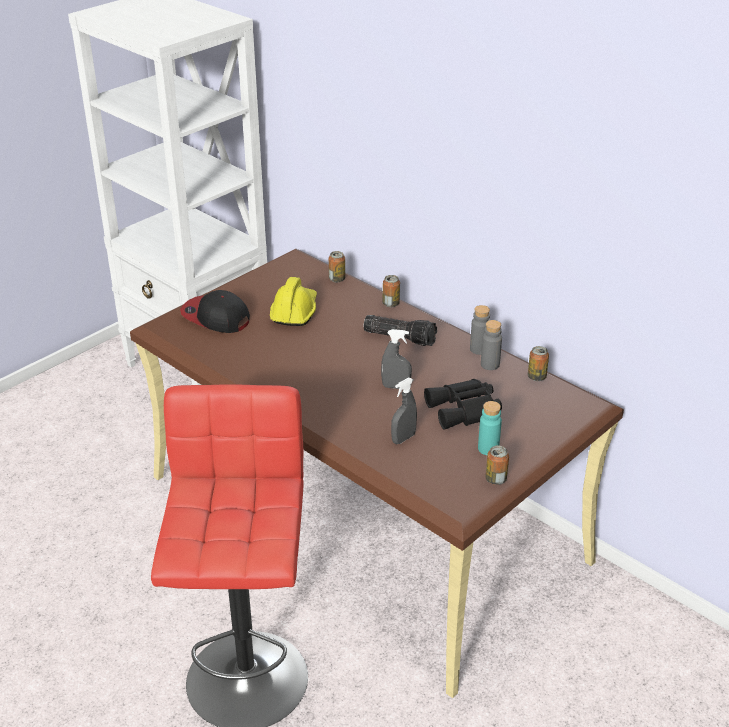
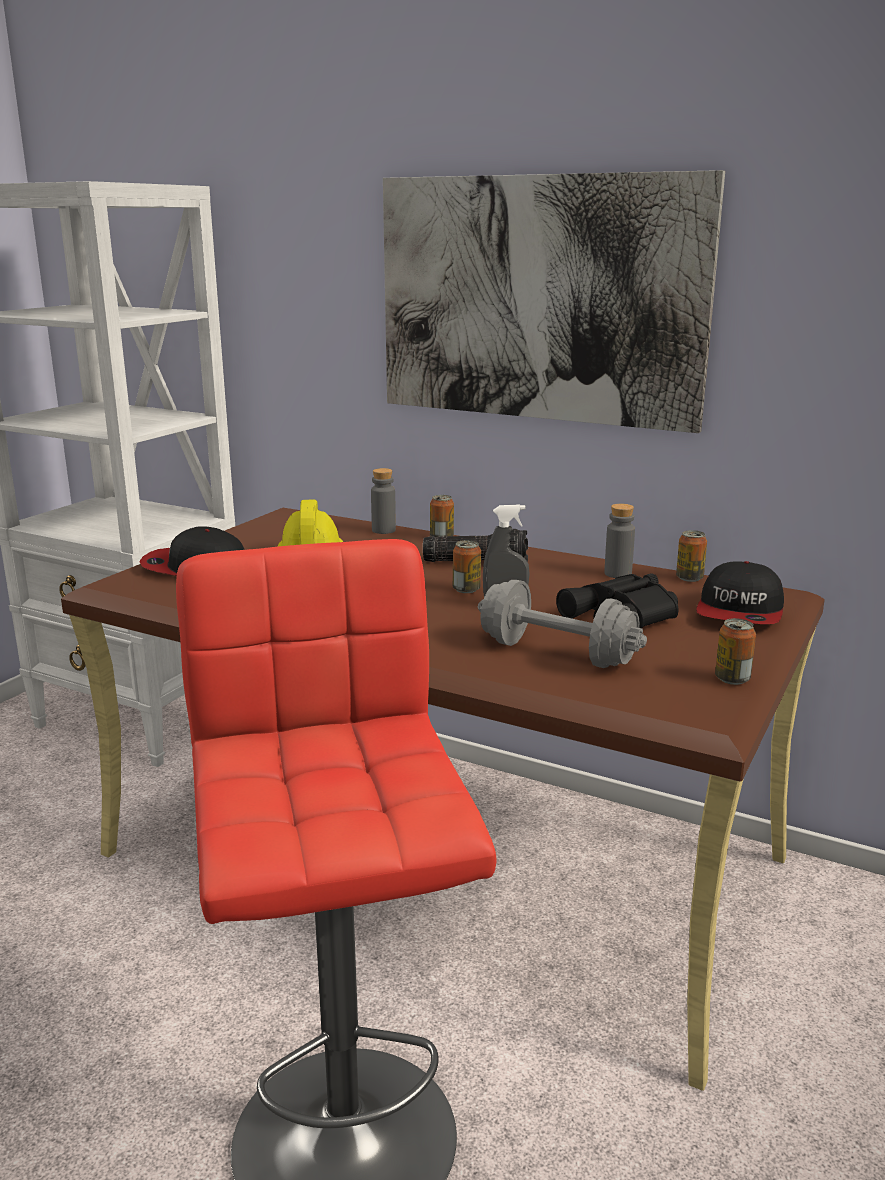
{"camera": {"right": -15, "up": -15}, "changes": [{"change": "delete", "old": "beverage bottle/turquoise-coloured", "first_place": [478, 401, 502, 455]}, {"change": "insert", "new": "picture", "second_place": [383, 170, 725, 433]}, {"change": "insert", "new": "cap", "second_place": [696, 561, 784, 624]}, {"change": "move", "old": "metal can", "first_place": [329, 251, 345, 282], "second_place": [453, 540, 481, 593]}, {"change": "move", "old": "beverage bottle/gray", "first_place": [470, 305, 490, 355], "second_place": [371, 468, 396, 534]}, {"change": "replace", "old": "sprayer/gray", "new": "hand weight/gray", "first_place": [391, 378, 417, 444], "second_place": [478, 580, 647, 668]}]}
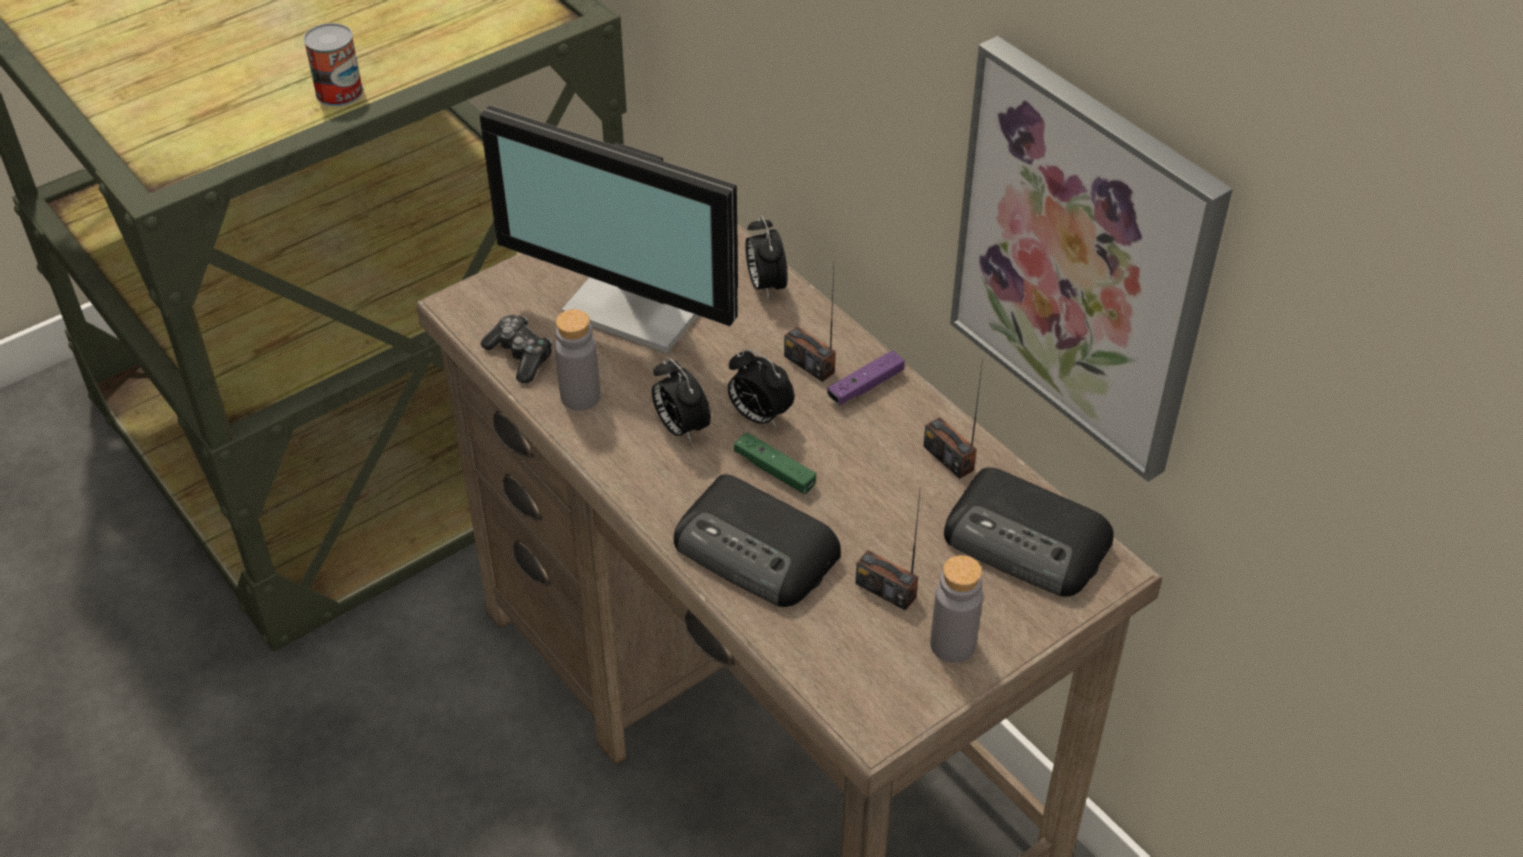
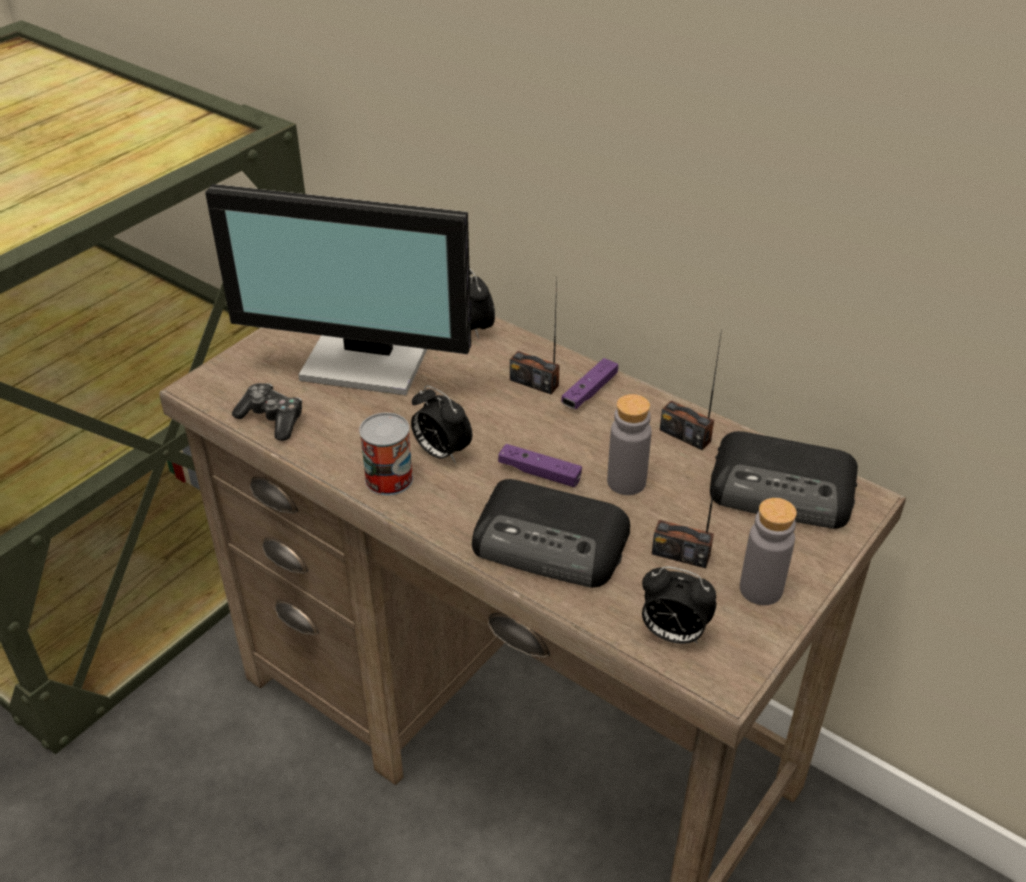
{"camera": {"right": -15, "up": -5}, "changes": [{"change": "delete", "old": "picture", "first_place": [950, 36, 1233, 482]}, {"change": "move", "old": "metal can", "first_place": [303, 23, 363, 107], "second_place": [359, 413, 413, 496]}, {"change": "move", "old": "beverage bottle/gray", "first_place": [555, 309, 601, 411], "second_place": [607, 394, 652, 495]}, {"change": "move", "old": "bedside clock", "first_place": [728, 349, 795, 428], "second_place": [642, 566, 716, 644]}, {"change": "recolor", "old": "game controller/green-coloured", "new": "game controller/purple-coloured", "first_place": [734, 433, 816, 494], "second_place": [498, 444, 582, 487]}]}
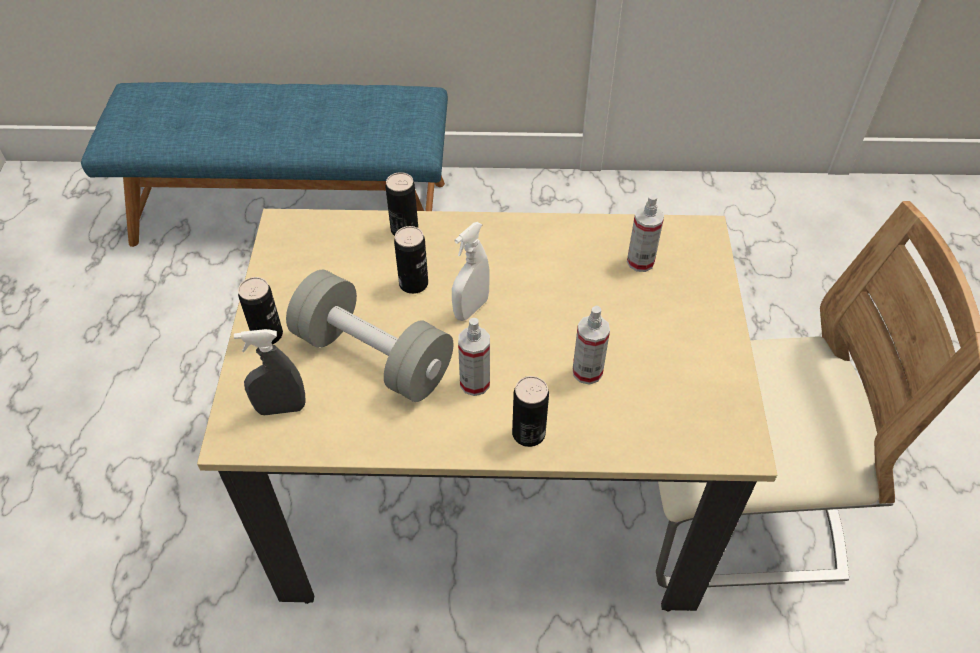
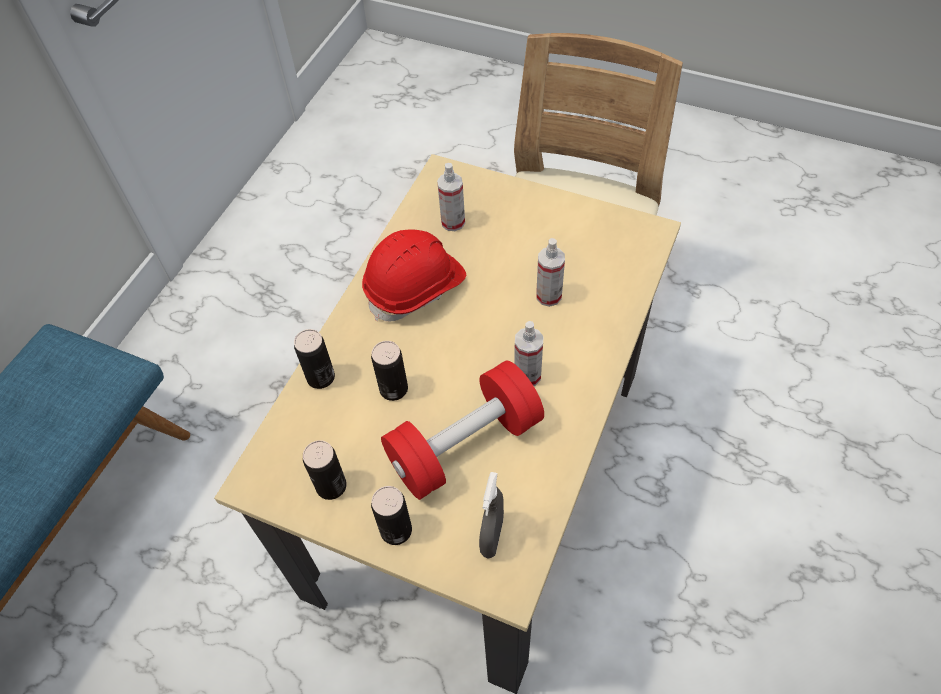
{"camera": {"right": -65, "up": 5}, "changes": [{"change": "delete", "old": "sprayer/white", "first_place": [452, 222, 490, 321]}, {"change": "insert", "new": "work helmet/red", "second_place": [362, 230, 466, 322]}, {"change": "move", "old": "metal can", "first_place": [512, 376, 549, 447], "second_place": [303, 440, 347, 500]}, {"change": "recolor", "old": "hand weight/gray", "new": "hand weight/red", "first_place": [286, 270, 453, 402], "second_place": [381, 361, 544, 500]}]}
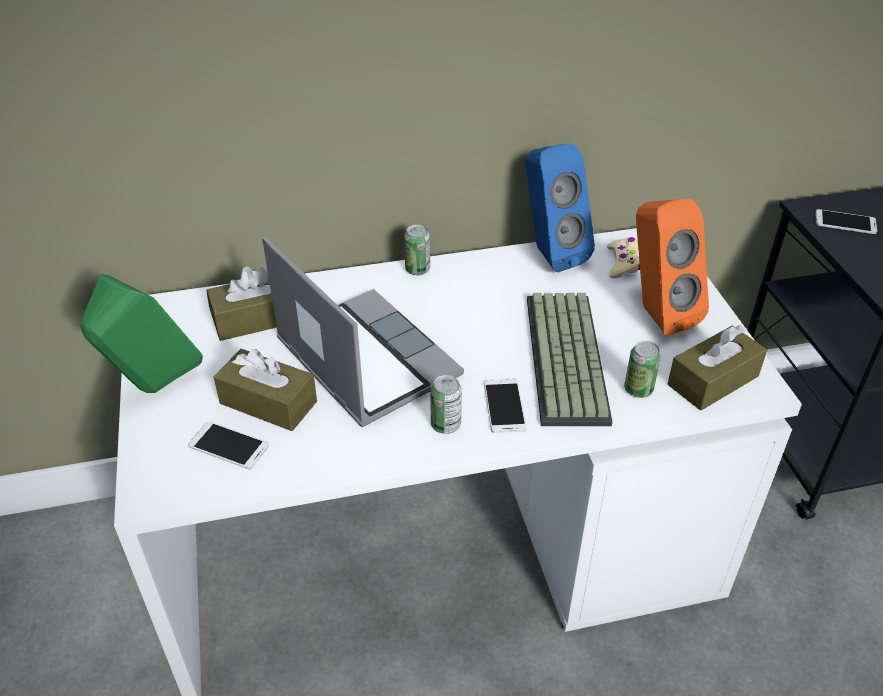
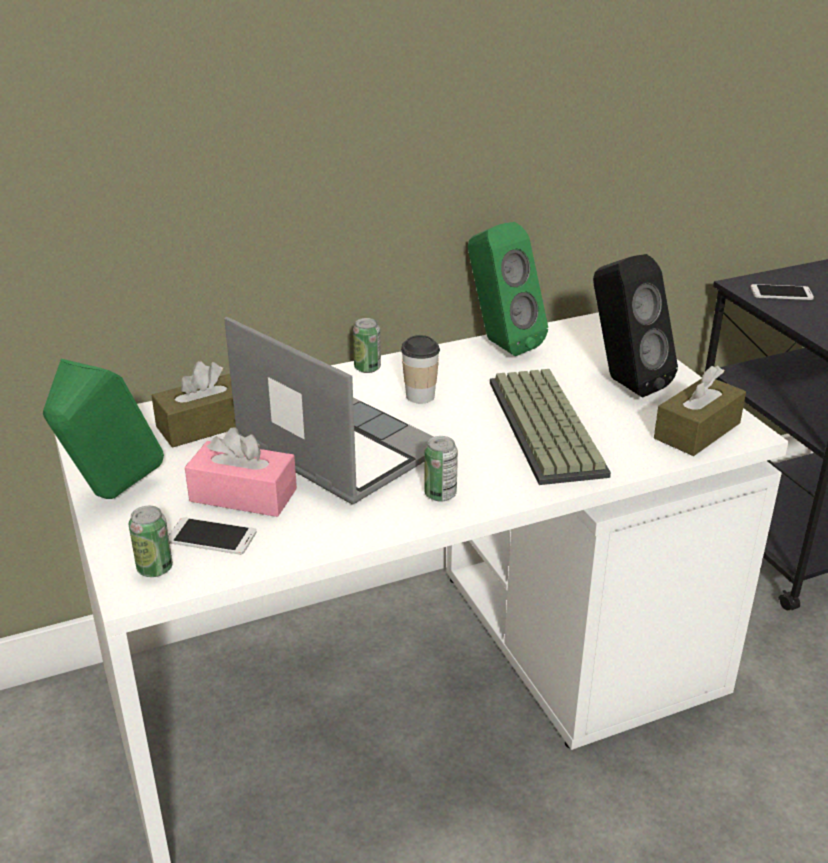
{"camera": {"right": -10, "up": -10}, "changes": [{"change": "delete", "old": "phone", "first_place": [484, 379, 527, 433]}, {"change": "delete", "old": "game controller/beige", "first_place": [607, 237, 640, 278]}, {"change": "insert", "new": "cup", "second_place": [401, 335, 440, 404]}, {"change": "move", "old": "metal can", "first_place": [624, 341, 661, 398], "second_place": [129, 506, 173, 577]}, {"change": "recolor", "old": "tissue box/brown-coloured", "new": "tissue box/pink-coloured", "first_place": [213, 349, 317, 431], "second_place": [185, 427, 297, 517]}, {"change": "recolor", "old": "audio speaker/blue-coloured", "new": "audio speaker/green-coloured", "first_place": [525, 143, 595, 272], "second_place": [468, 222, 548, 356]}, {"change": "recolor", "old": "audio speaker/orange-coloured", "new": "audio speaker/black-coloured", "first_place": [636, 198, 709, 336], "second_place": [593, 254, 678, 398]}]}
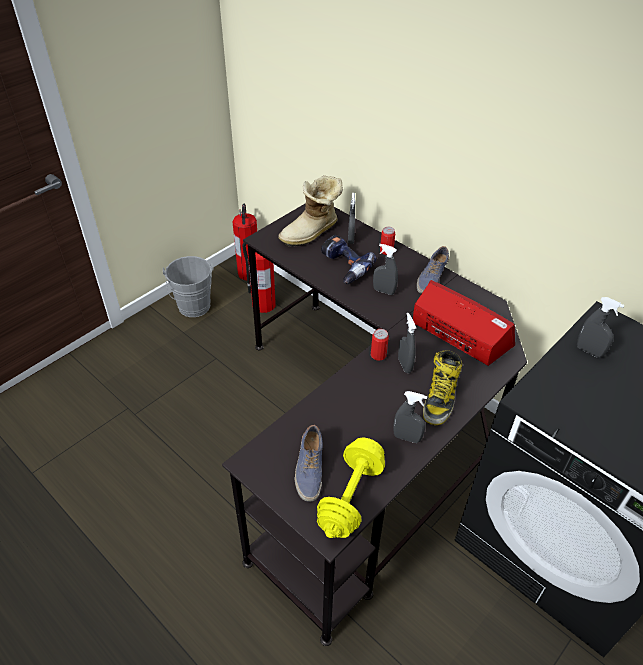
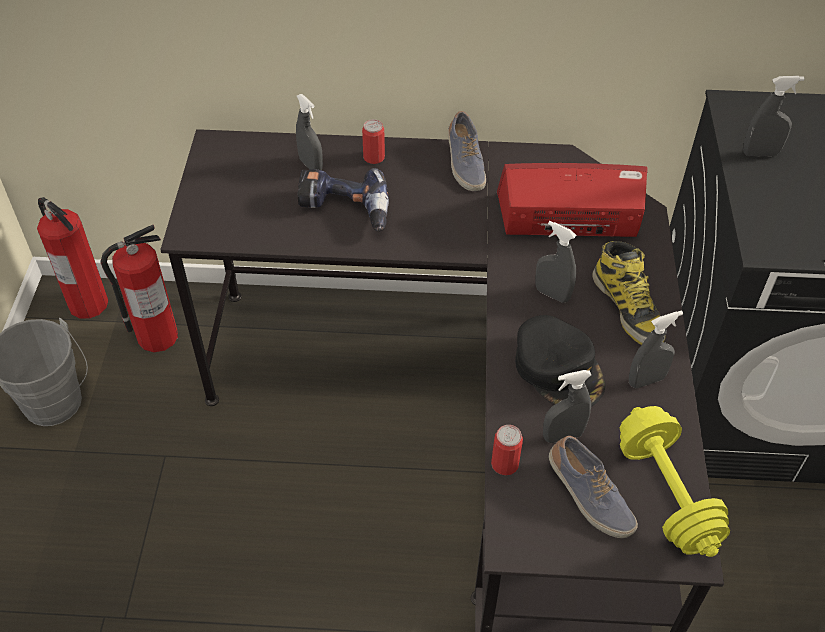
{"camera": {"right": -40, "up": 5}, "changes": [{"change": "delete", "old": "high-top boot", "first_place": [278, 175, 343, 247]}, {"change": "insert", "new": "cap/black-coloured", "second_place": [515, 315, 605, 407]}, {"change": "move", "old": "metal can", "first_place": [371, 329, 389, 361], "second_place": [491, 425, 523, 475]}, {"change": "move", "old": "sprayer/gray", "first_place": [373, 244, 398, 295], "second_place": [543, 370, 591, 443]}]}
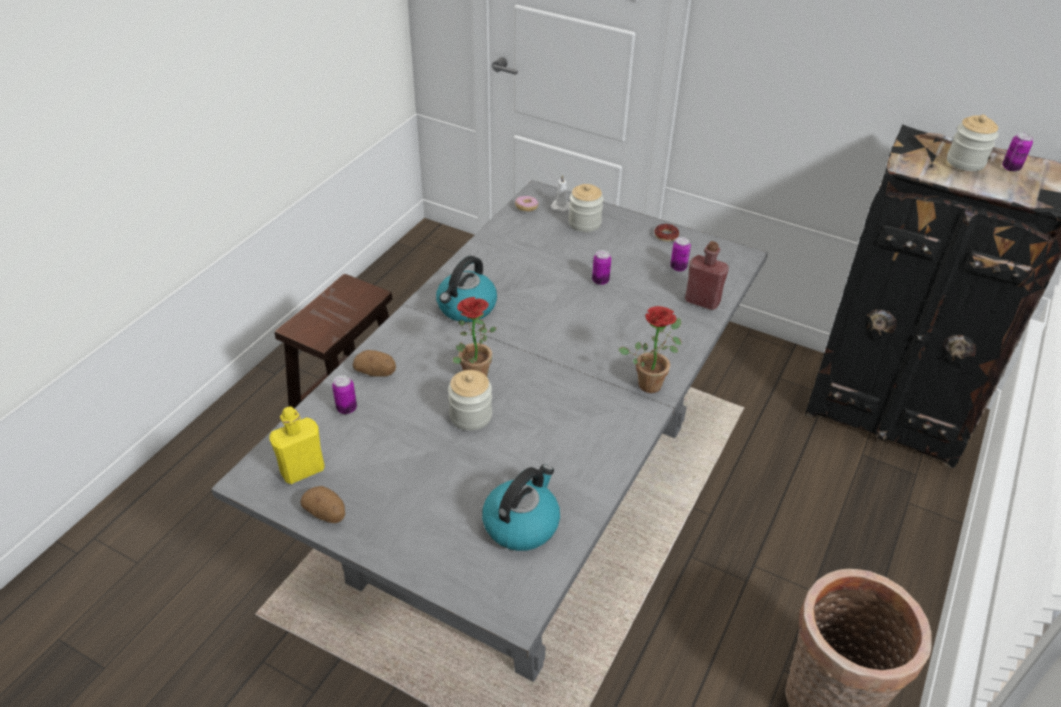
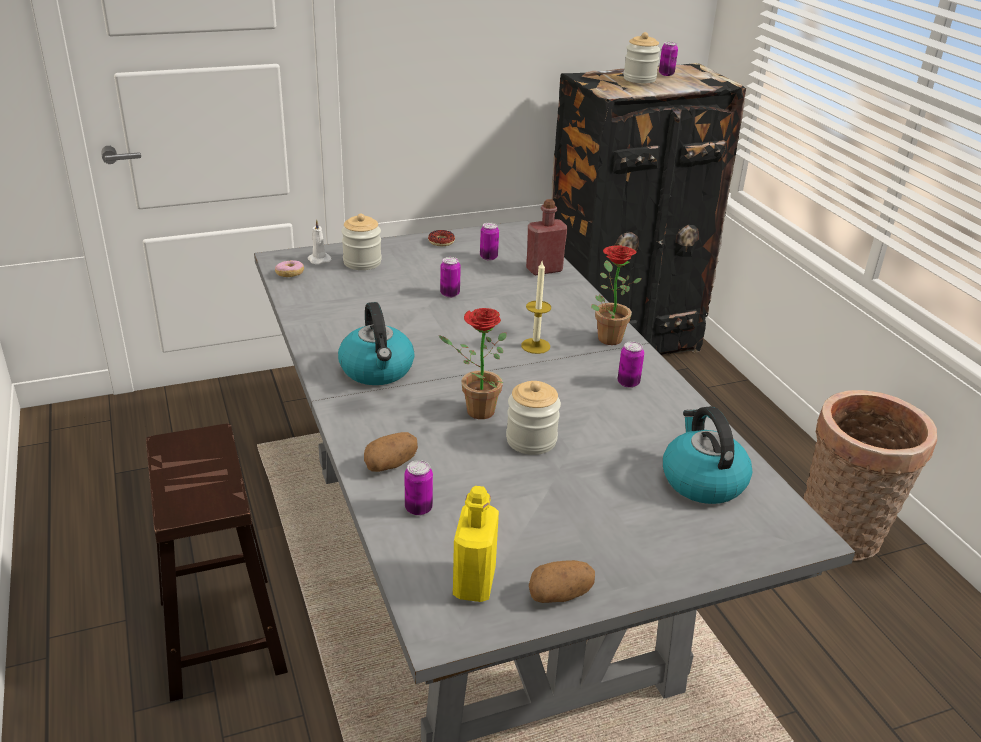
{"camera": {"right": -50, "up": -10}, "changes": [{"change": "insert", "new": "wax light", "second_place": [521, 261, 551, 354]}, {"change": "insert", "new": "metal can", "second_place": [618, 342, 644, 388]}]}
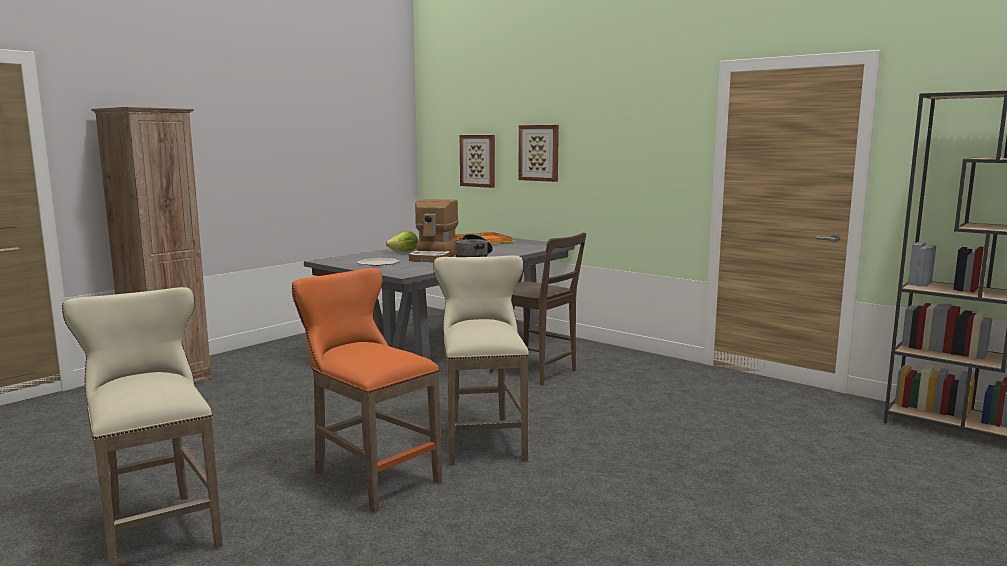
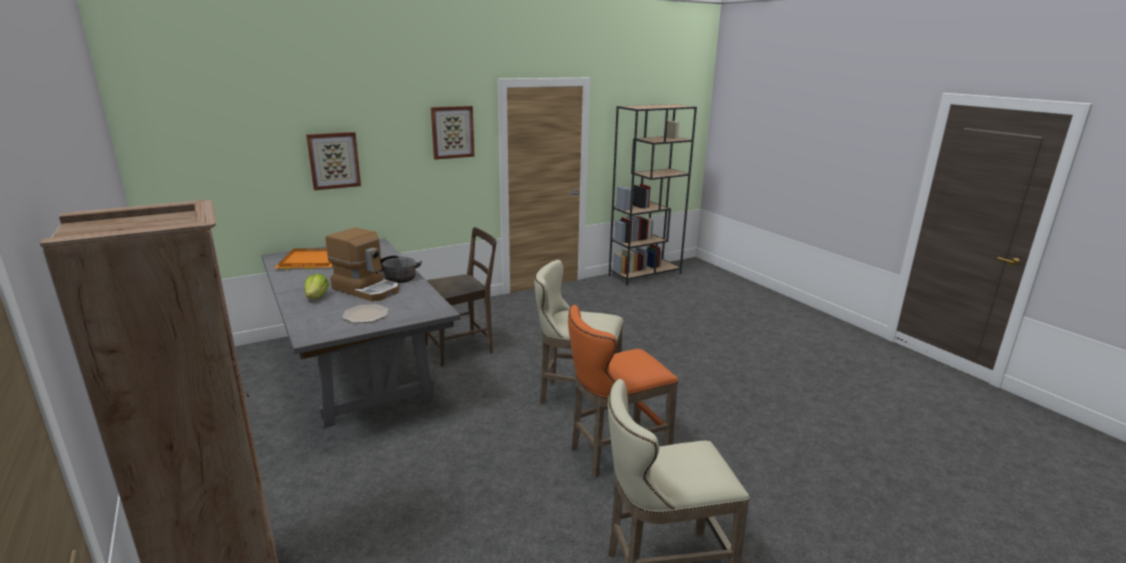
{"camera": {"right": -70, "up": 10}, "changes": [{"change": "move", "old": "picture", "first_place": [460, 135, 495, 188], "second_place": [431, 106, 475, 160]}]}
